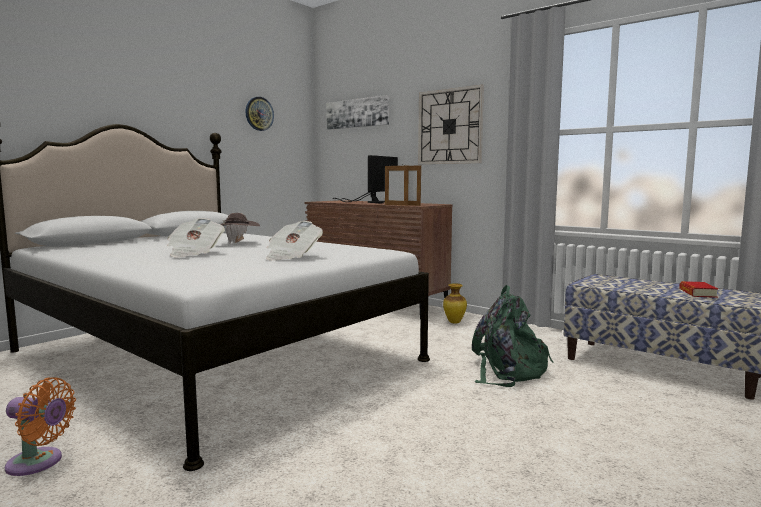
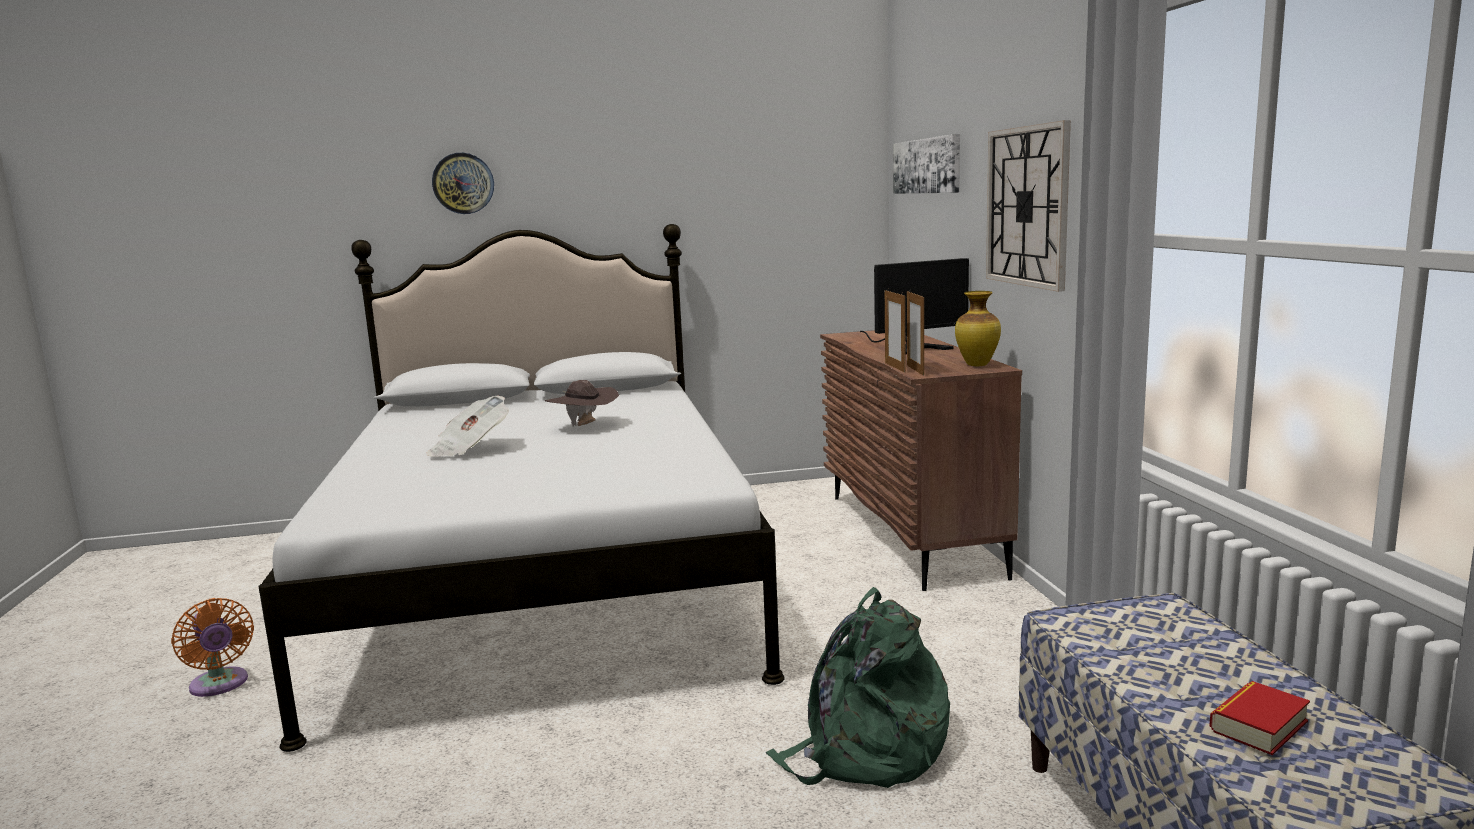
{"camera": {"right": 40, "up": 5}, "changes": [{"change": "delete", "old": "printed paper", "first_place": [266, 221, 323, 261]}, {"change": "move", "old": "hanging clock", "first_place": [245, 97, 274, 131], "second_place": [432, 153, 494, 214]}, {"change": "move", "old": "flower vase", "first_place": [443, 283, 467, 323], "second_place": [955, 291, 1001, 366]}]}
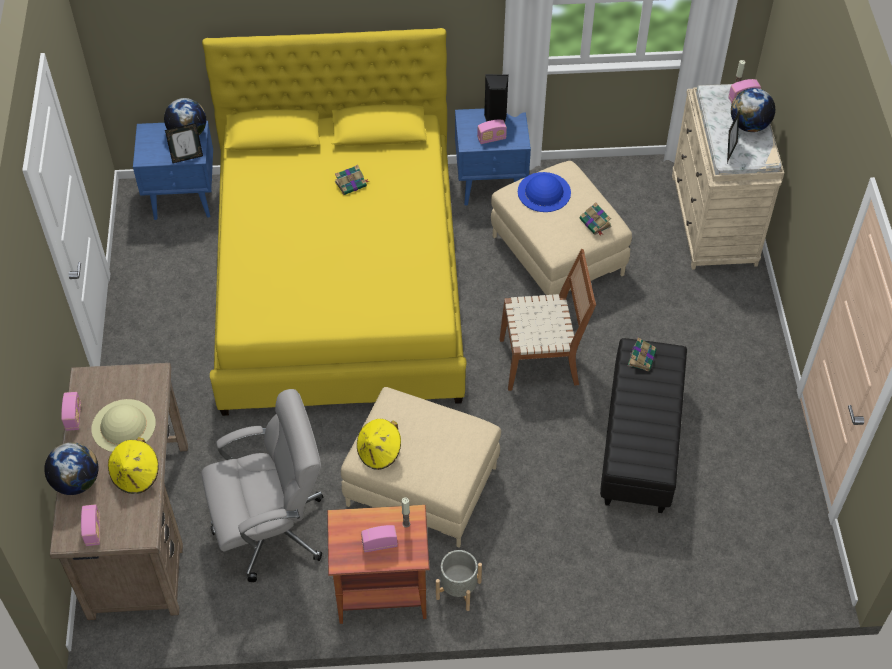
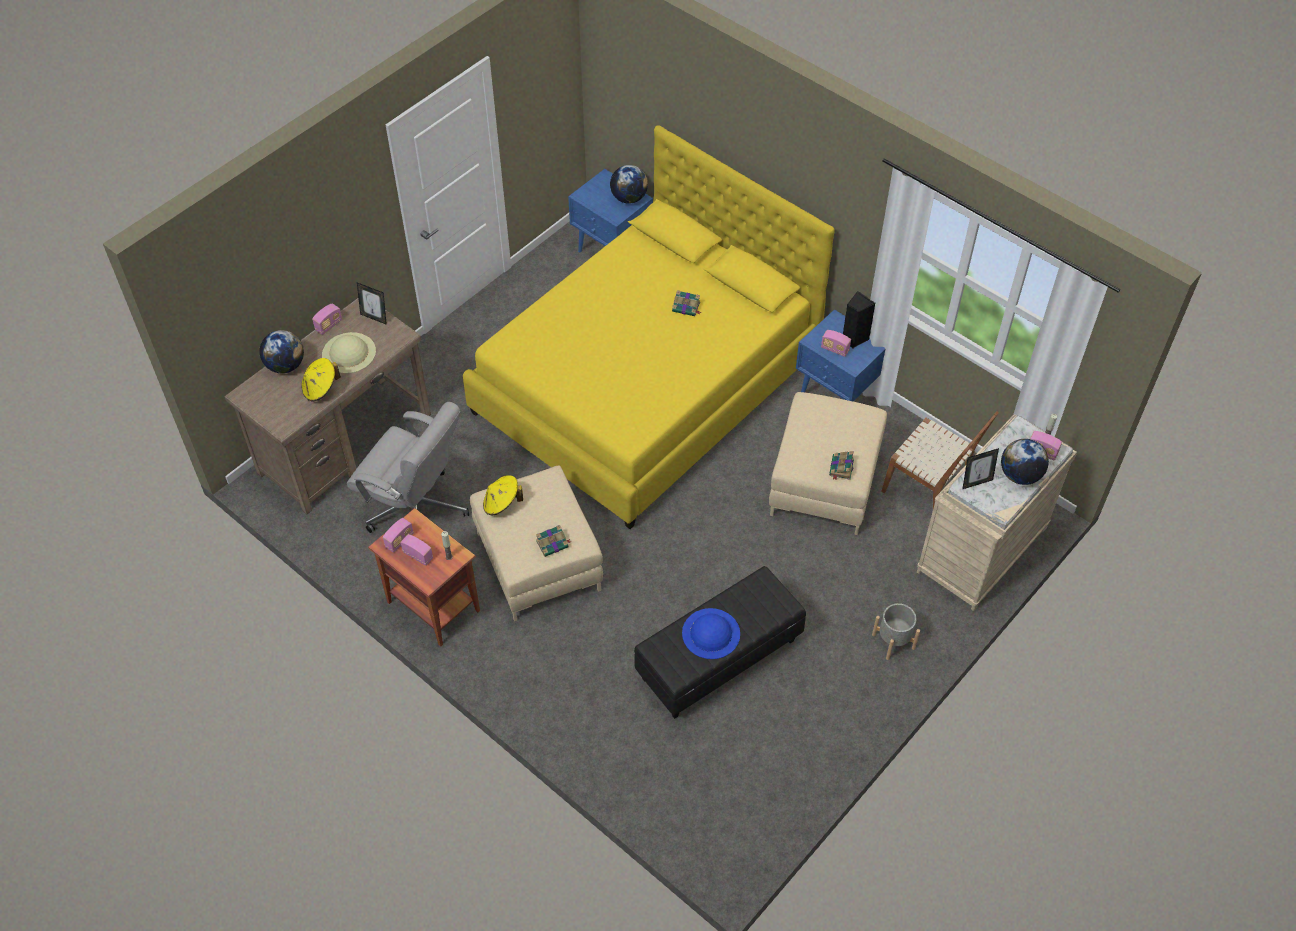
{"camera": {"right": 45, "up": 0}, "changes": [{"change": "move", "old": "radio set", "first_place": [81, 504, 100, 546], "second_place": [383, 518, 414, 553]}, {"change": "move", "old": "photo frame", "first_place": [165, 123, 203, 164], "second_place": [357, 282, 387, 325]}, {"change": "move", "old": "flower pot/gray", "first_place": [436, 550, 482, 611], "second_place": [872, 603, 920, 660]}, {"change": "move", "old": "upright chair", "first_place": [500, 249, 596, 391], "second_place": [881, 411, 999, 508]}, {"change": "move", "old": "hat/blue-coloured", "first_place": [518, 172, 571, 212], "second_place": [682, 608, 740, 659]}, {"change": "move", "old": "volume", "first_place": [628, 337, 656, 371], "second_place": [536, 525, 571, 557]}]}
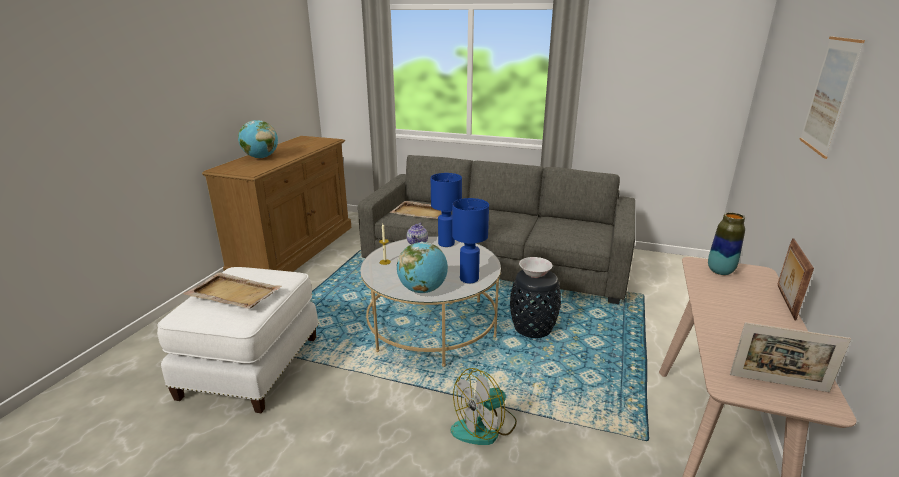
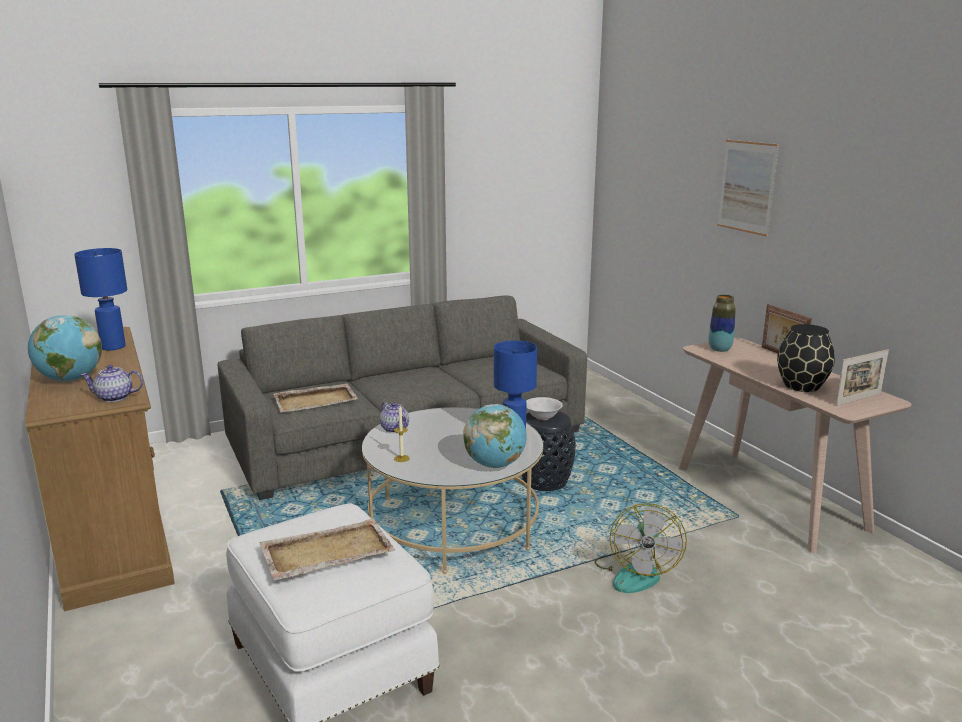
{"camera": {"right": -45, "up": -5}, "changes": [{"change": "insert", "new": "tea pot", "second_place": [81, 365, 143, 402]}, {"change": "insert", "new": "flower vase/black-coloured", "second_place": [777, 324, 835, 392]}, {"change": "move", "old": "table lamp/blue-coloured", "first_place": [431, 173, 462, 247], "second_place": [74, 248, 127, 350]}]}
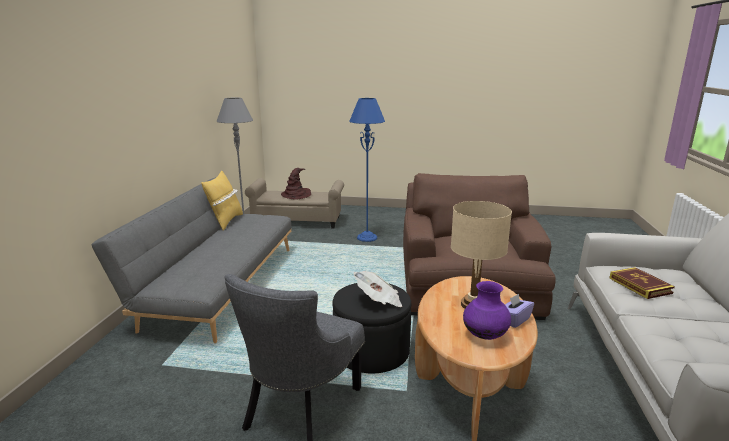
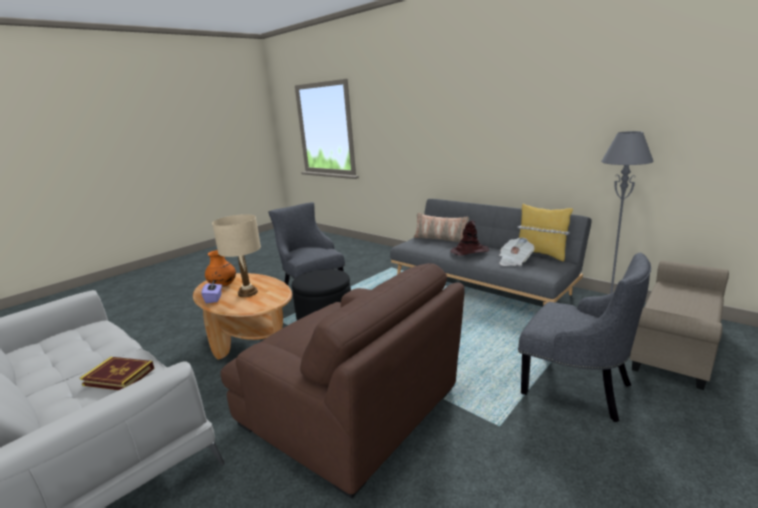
{"camera": {"right": 125, "up": 0}, "changes": [{"change": "insert", "new": "throw pillow", "second_place": [413, 213, 469, 242]}, {"change": "move", "old": "hat/brown-coloured", "first_place": [281, 168, 311, 200], "second_place": [450, 220, 489, 255]}, {"change": "move", "old": "printed paper", "first_place": [353, 271, 402, 307], "second_place": [499, 237, 535, 266]}, {"change": "replace", "old": "floor lamp/blue-coloured", "new": "easy chair/gray", "first_place": [349, 98, 385, 242], "second_place": [518, 253, 651, 422]}, {"change": "recolor", "old": "flower vase/purple-coloured", "new": "flower vase/orange-coloured", "first_place": [463, 281, 511, 340], "second_place": [205, 250, 236, 287]}]}
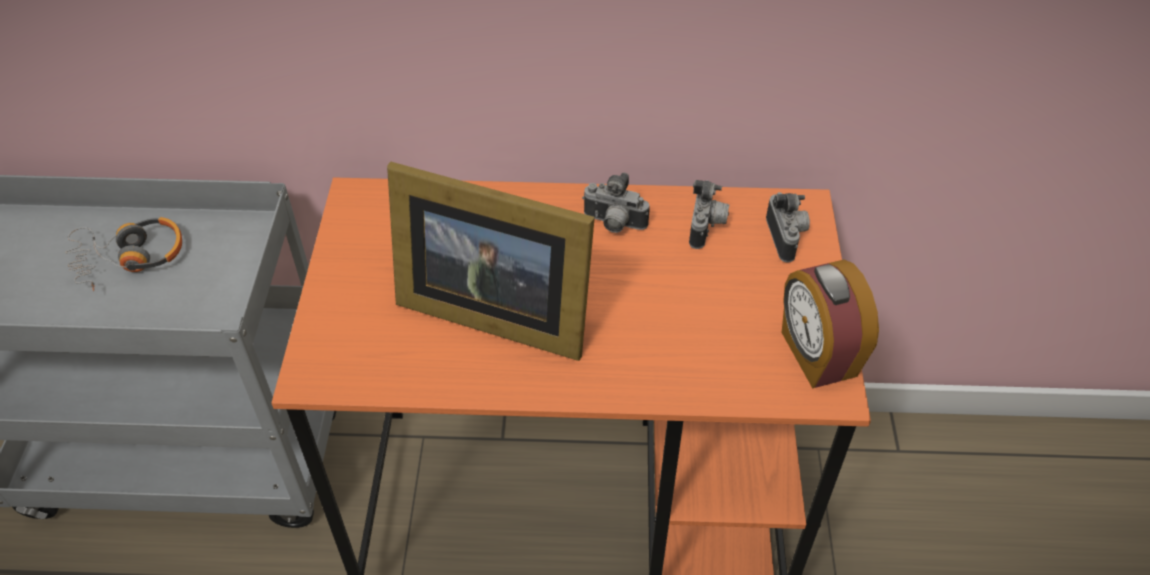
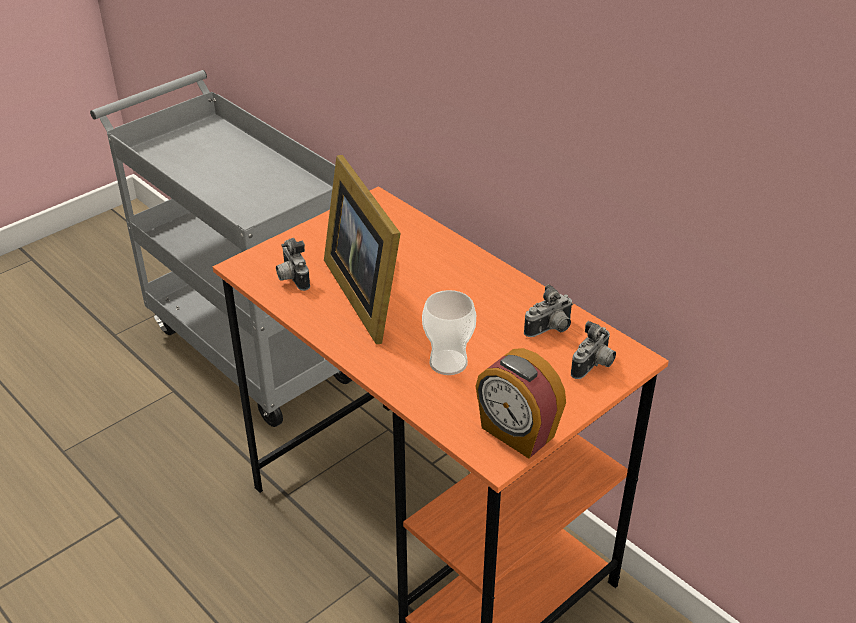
{"camera": {"right": 45, "up": -10}, "changes": [{"change": "delete", "old": "headset", "first_place": [65, 217, 182, 291]}, {"change": "insert", "new": "cup", "second_place": [422, 290, 476, 375]}, {"change": "move", "old": "still camera", "first_place": [582, 172, 650, 233], "second_place": [276, 238, 310, 291]}, {"change": "rotate", "old": "bedside clock", "first_place": [781, 260, 879, 389], "second_place": [476, 348, 566, 459], "degrees": -75}]}
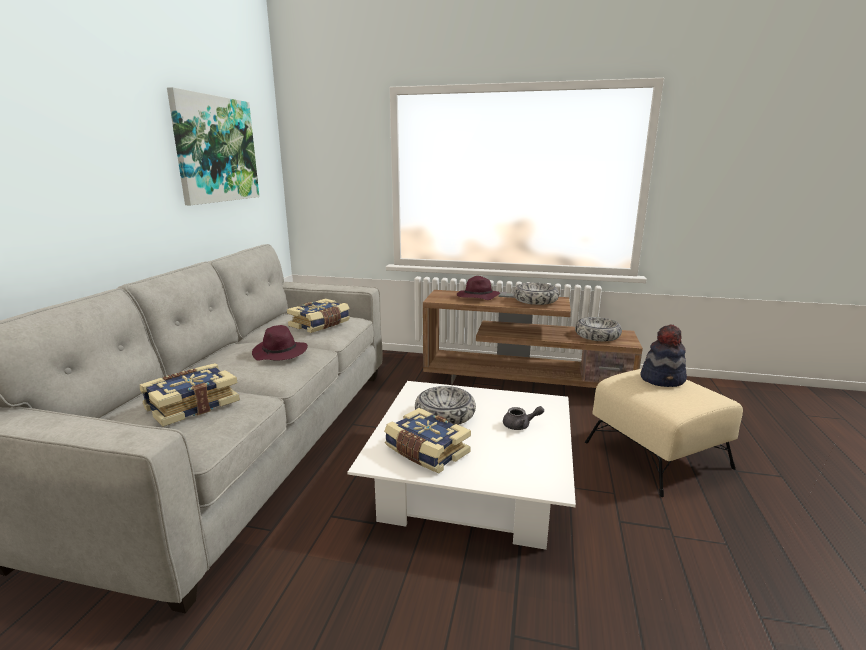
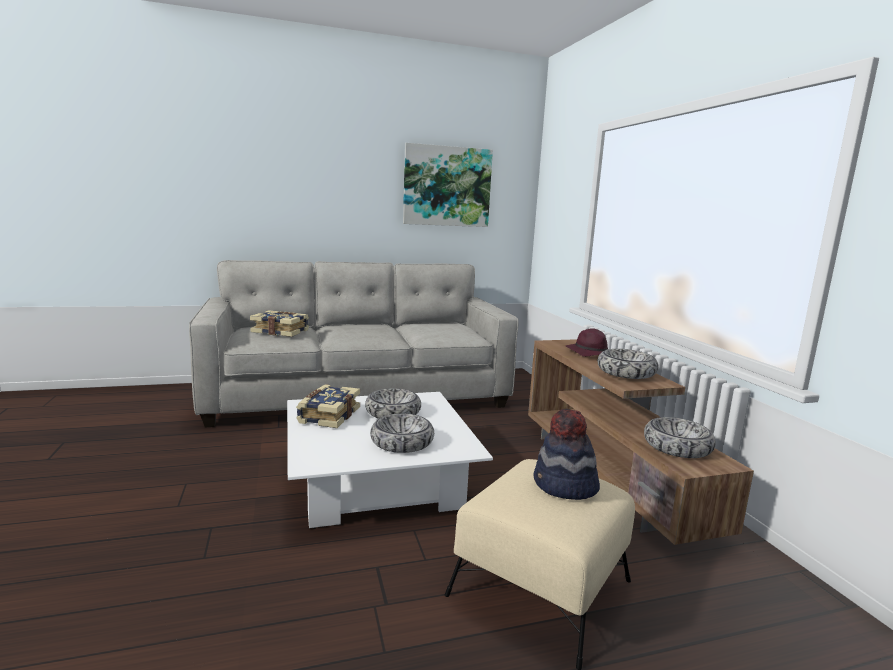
{"camera": {"right": 60, "up": -5}, "changes": [{"change": "delete", "old": "hat/purple-coloured", "first_place": [252, 325, 308, 361]}, {"change": "delete", "old": "volume", "first_place": [287, 299, 350, 333]}, {"change": "replace", "old": "tea pot/gray", "new": "serving bowl", "first_place": [503, 406, 544, 430], "second_place": [370, 413, 434, 453]}]}
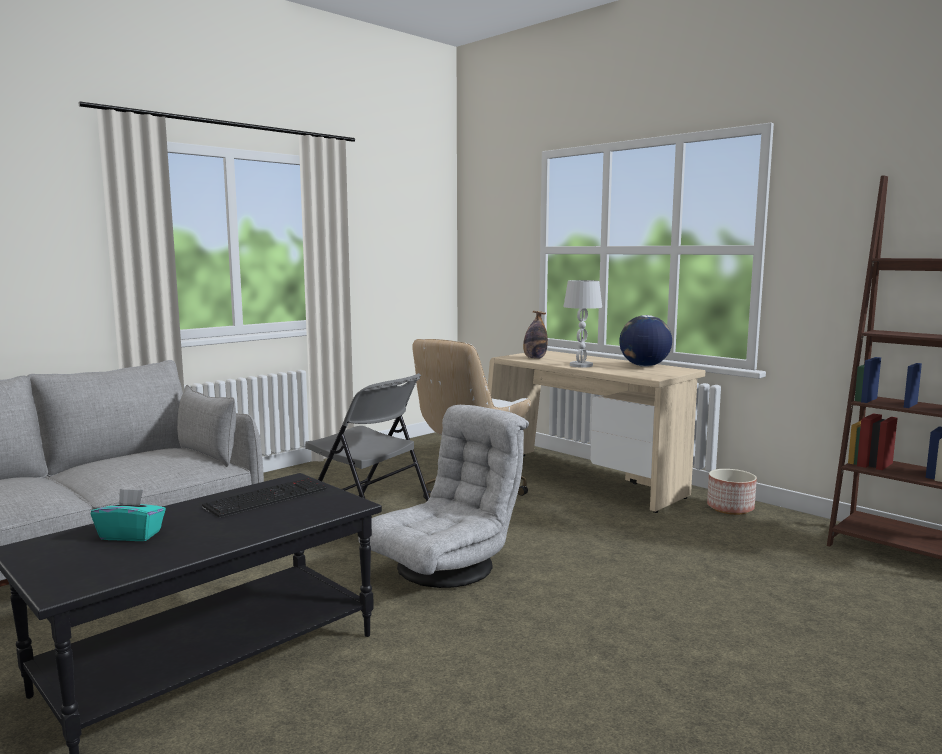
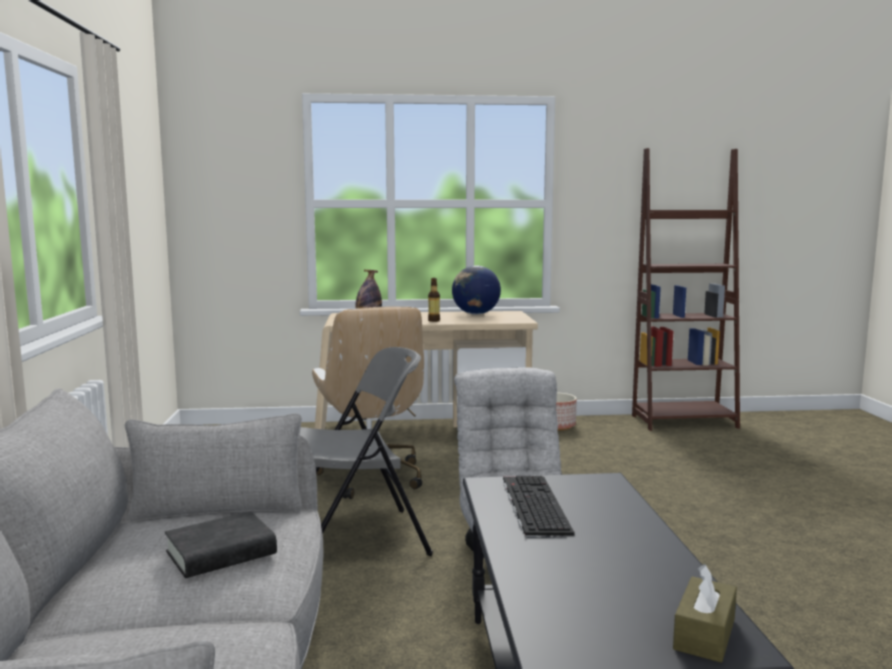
{"camera": {"right": -50, "up": 0}, "changes": [{"change": "delete", "old": "tissue box/turquoise-coloured", "first_place": [91, 489, 166, 541]}, {"change": "insert", "new": "volume/black-coloured", "second_place": [165, 511, 277, 578]}, {"change": "insert", "new": "tissue box/brown-coloured", "second_place": [673, 564, 737, 663]}, {"change": "replace", "old": "table lamp/white", "new": "beverage bottle", "first_place": [563, 280, 602, 368], "second_place": [428, 278, 440, 322]}]}
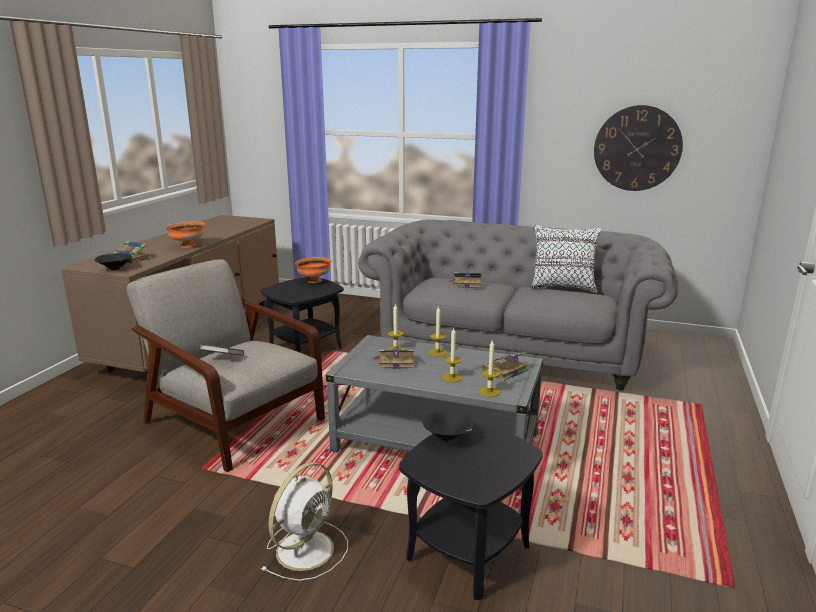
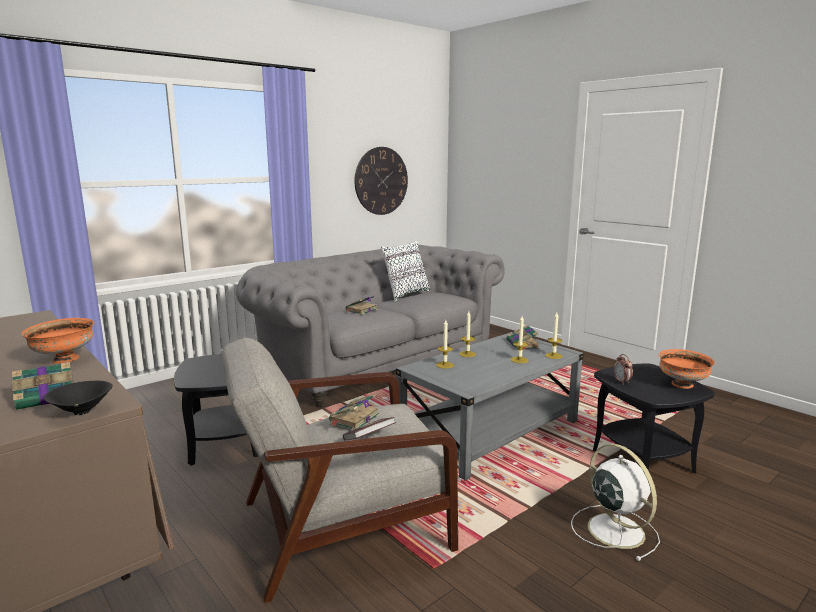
{"camera": {"right": -60, "up": -5}, "changes": [{"change": "move", "old": "serving bowl/orange-coloured", "first_place": [295, 257, 332, 283], "second_place": [659, 349, 715, 389]}, {"change": "move", "old": "volume", "first_place": [374, 348, 414, 369], "second_place": [329, 394, 379, 430]}, {"change": "replace", "old": "serving bowl/black-coloured", "new": "bedside clock", "first_place": [423, 410, 473, 441], "second_place": [614, 354, 633, 385]}]}
